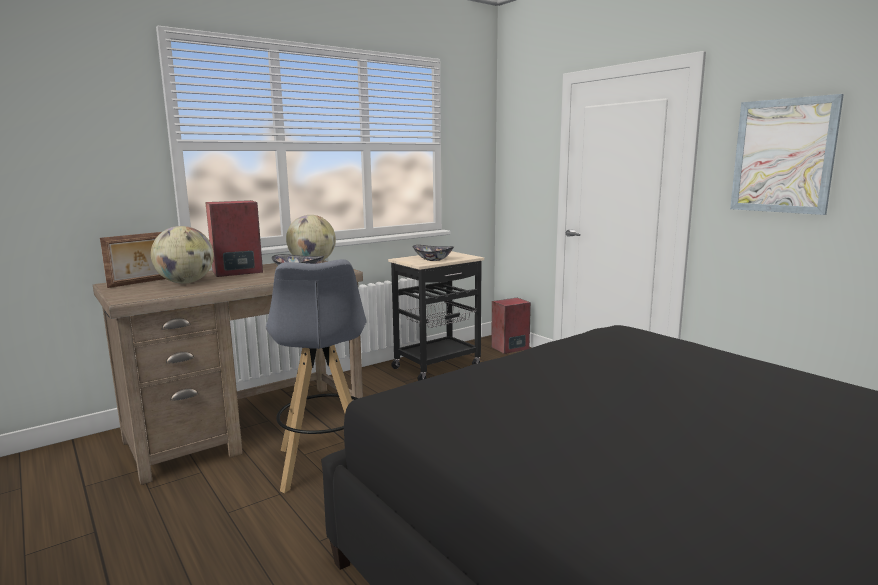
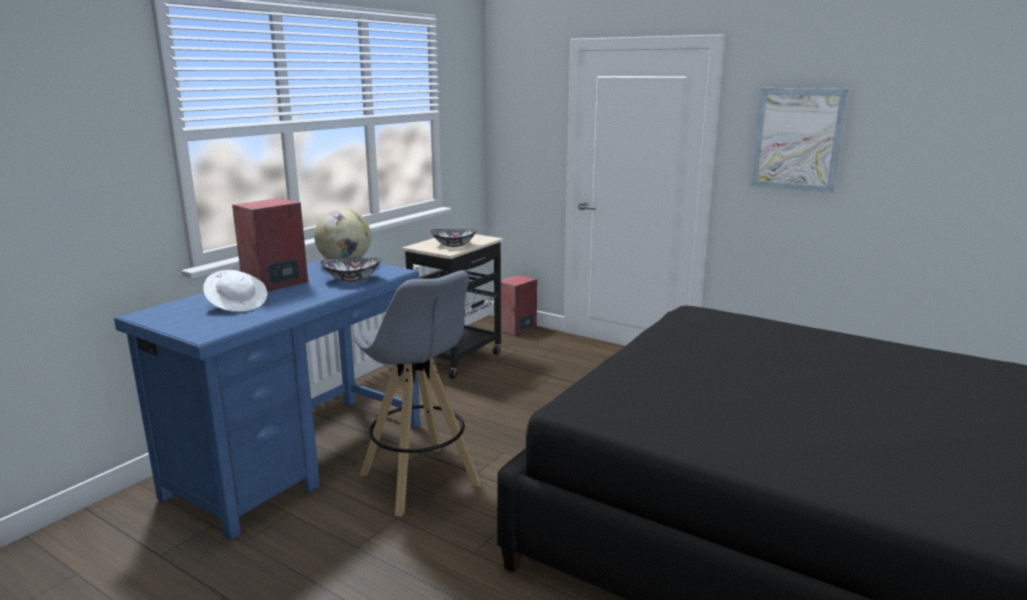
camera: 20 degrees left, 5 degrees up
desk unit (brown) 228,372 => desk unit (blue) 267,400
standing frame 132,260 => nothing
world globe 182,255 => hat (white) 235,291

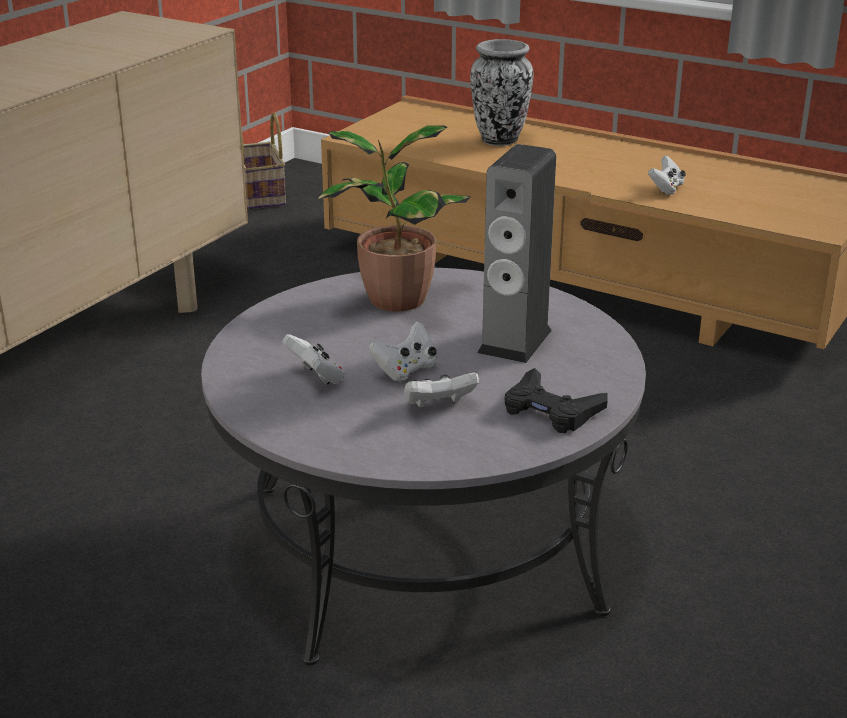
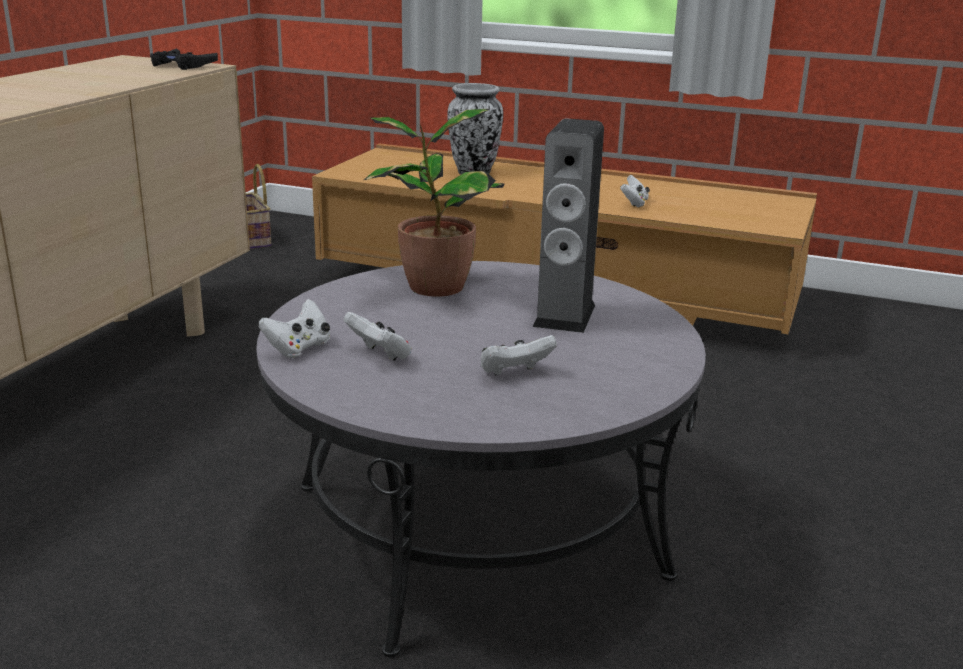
camera: 10 degrees left, 5 degrees down
joypad (white) 403,351 => joypad (white) 294,328, relocated
joypad (black) 556,400 => joypad (black) 184,59, relocated

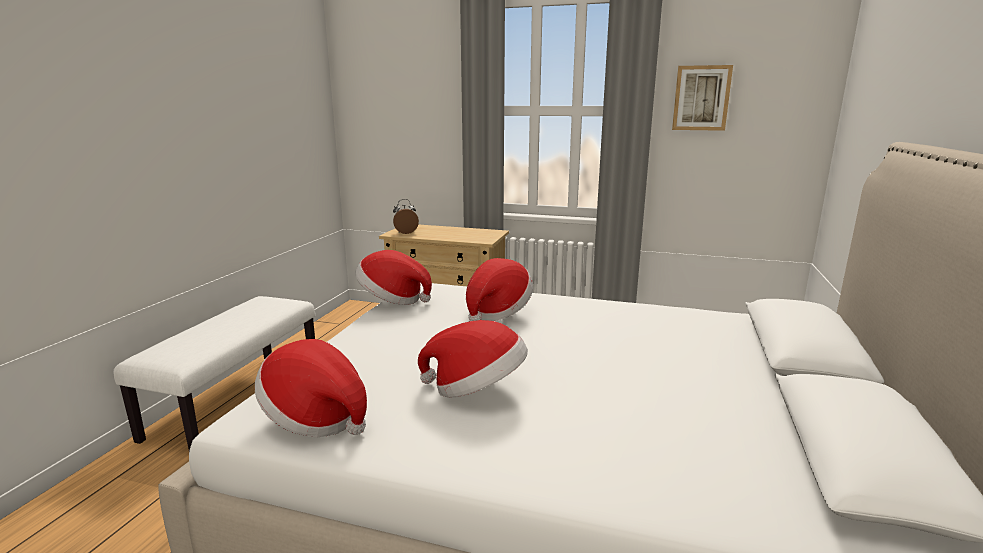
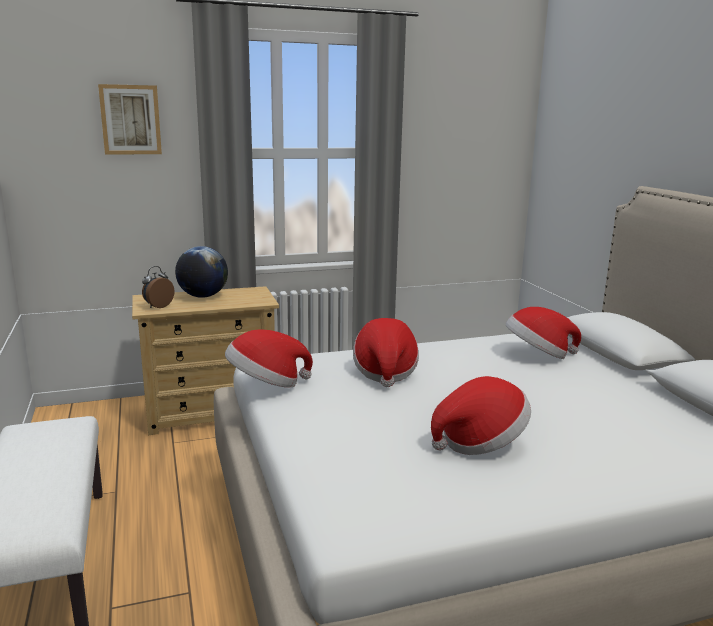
camera: 35 degrees left, 0 degrees up
hat 311,388 => hat 543,333, relocated
picture 702,98 => picture 130,119, relocated
nothing => world globe 201,272

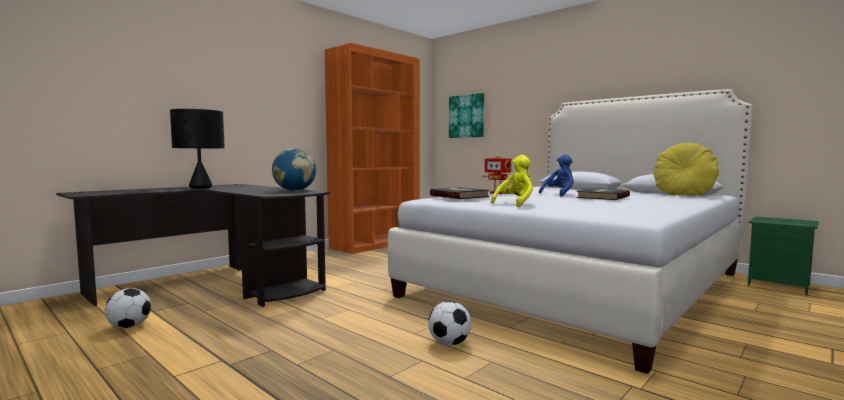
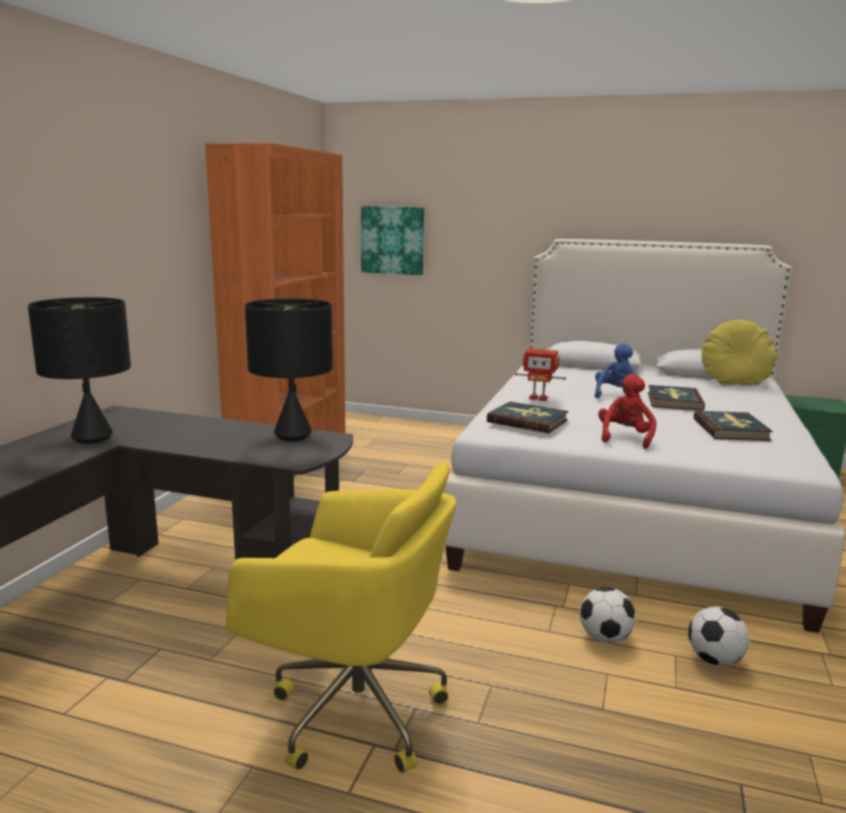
camera: 25 degrees left, 10 degrees up
football 128,308 => football 718,636, relocated
world globe 294,169 => lamp for a table (black) 289,370
soft toy (yellow-coloured) 512,181 => soft toy (red) 627,411
nothing => desk chair (yellow-coloured) 341,617
nothing => volume 733,426

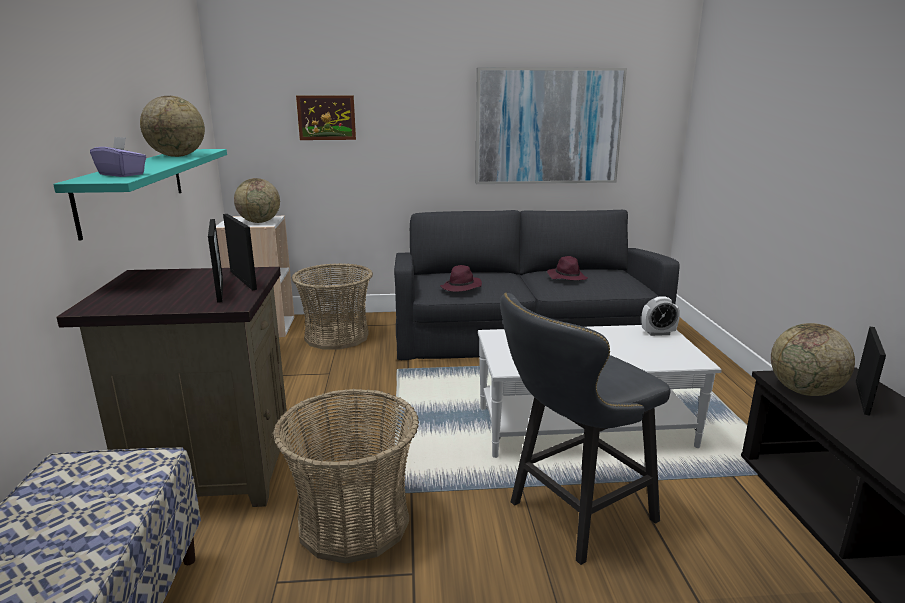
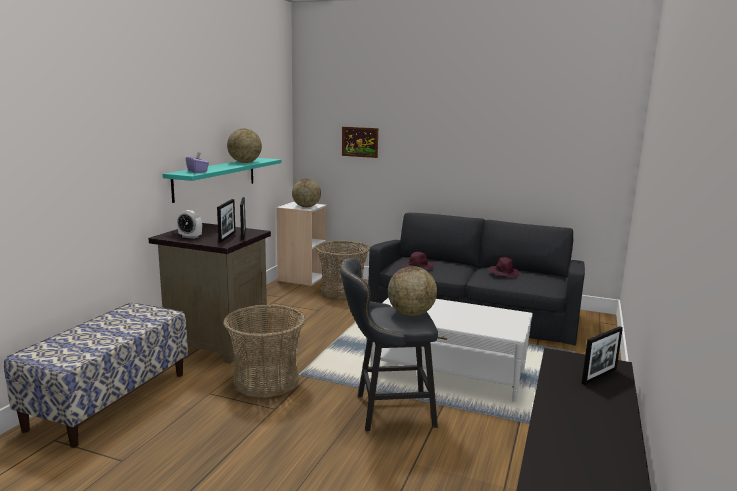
camera: 25 degrees right, 5 degrees down
picture 551,126 => nothing
alarm clock 661,316 => alarm clock 189,224, relocated
world globe 813,359 => world globe 412,291, relocated

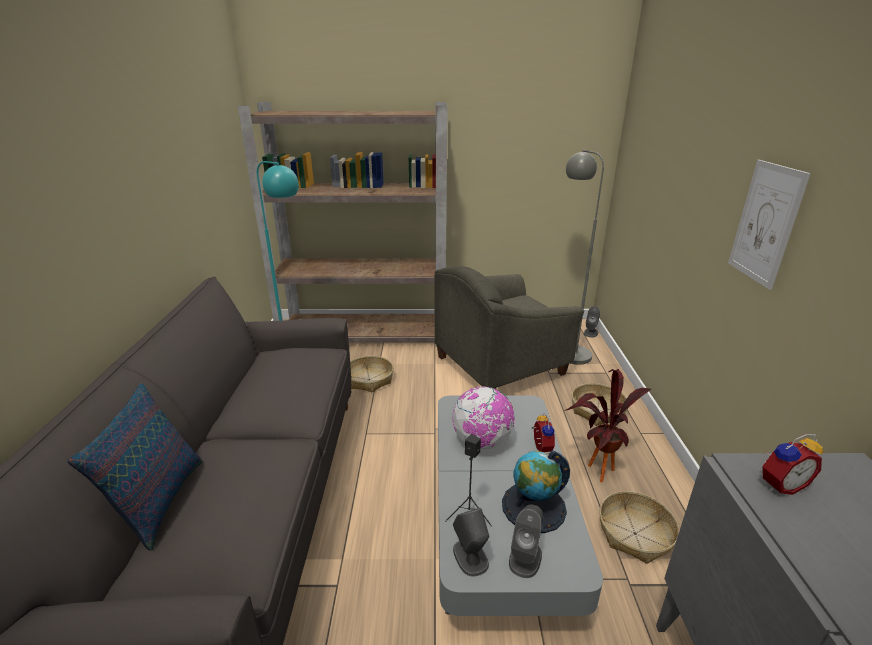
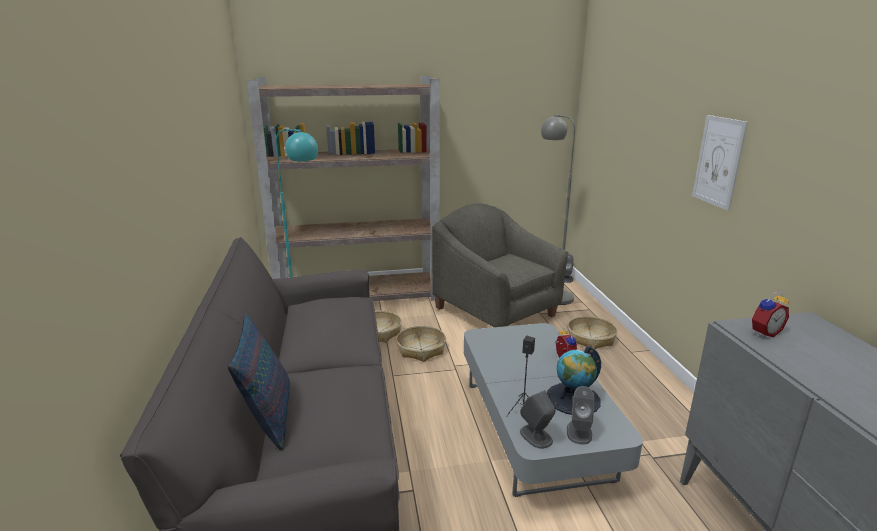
camera: 10 degrees left, 5 degrees down
easy chair (gray) 509,327 => easy chair (gray) 500,265, 90 degrees clockwise
world globe 483,417 => nothing
plant in a pot 609,425 => nothing
basket 639,527 => basket 421,344, relocated

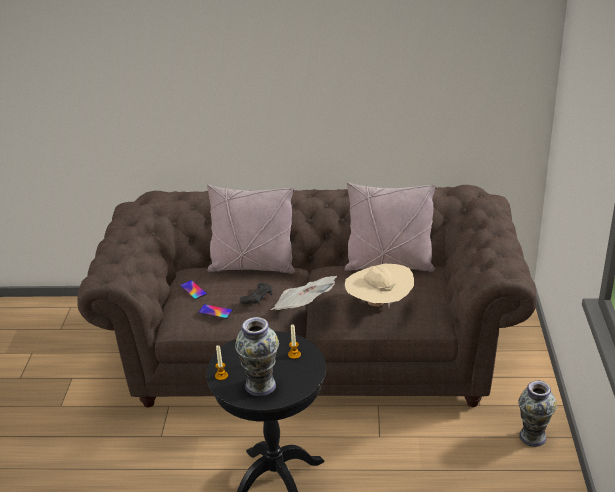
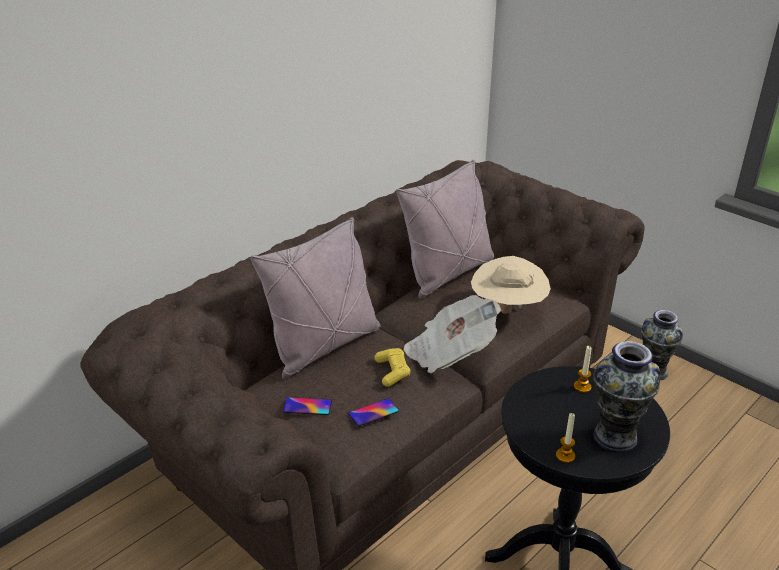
camera: 50 degrees left, 0 degrees up
joypad (black) 256,294 => joypad (yellow-coloured) 392,367

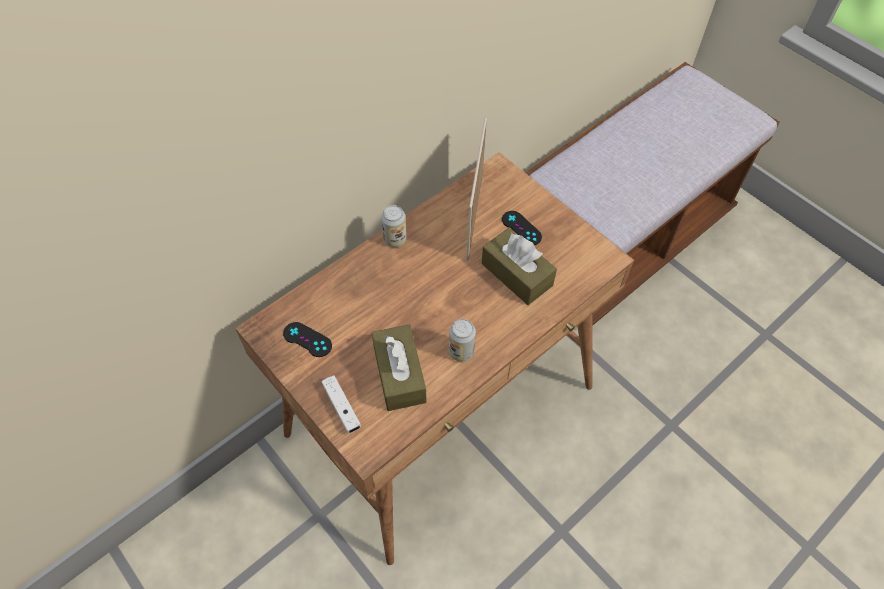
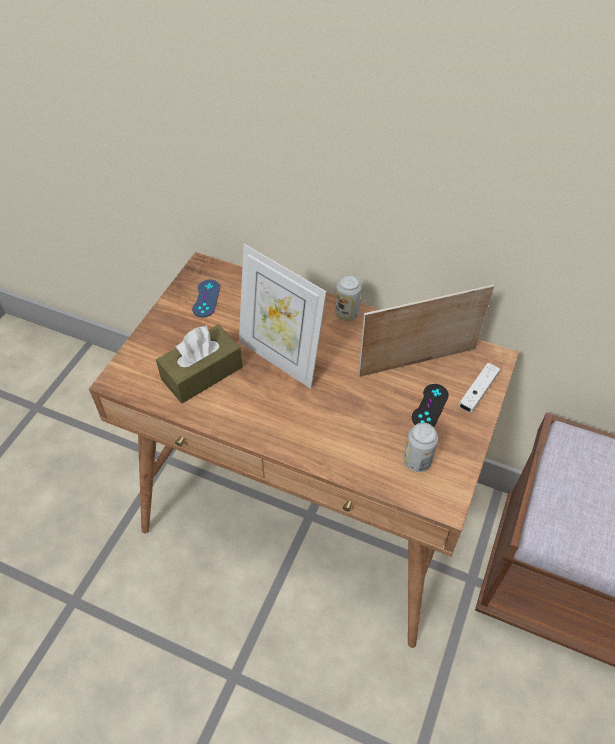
camera: 65 degrees right, 5 degrees down
joypad (black) 307,339 => joypad (blue) 206,298
joypad (white) 341,404 => joypad (white) 479,388, relocated
metal can 462,340 => metal can 421,447, relocated
box of tissues (brown) 519,266 => nothing
nothing => standing frame 283,316

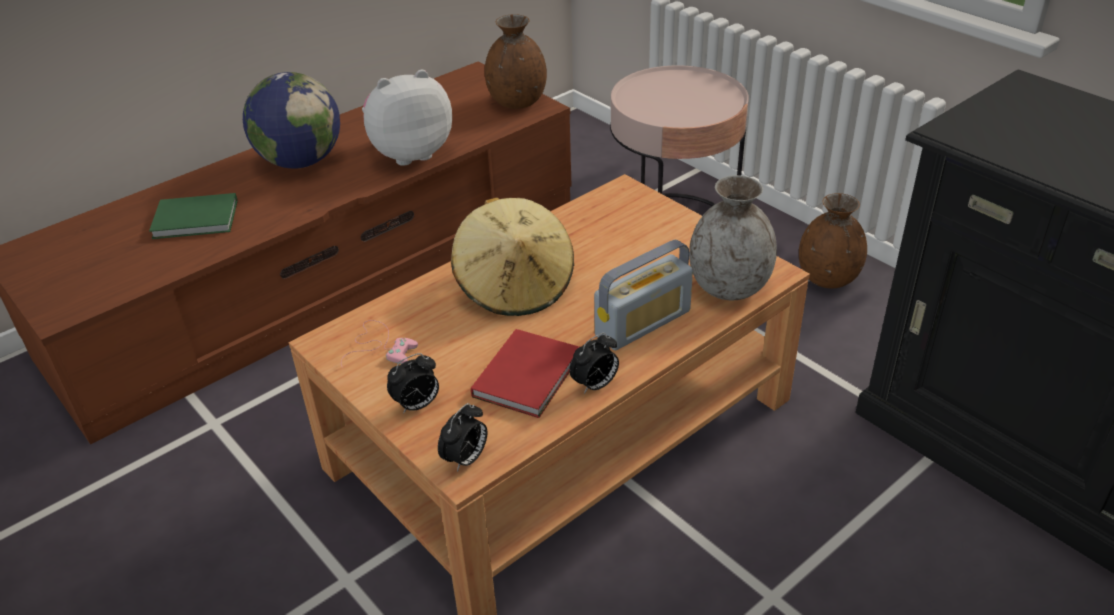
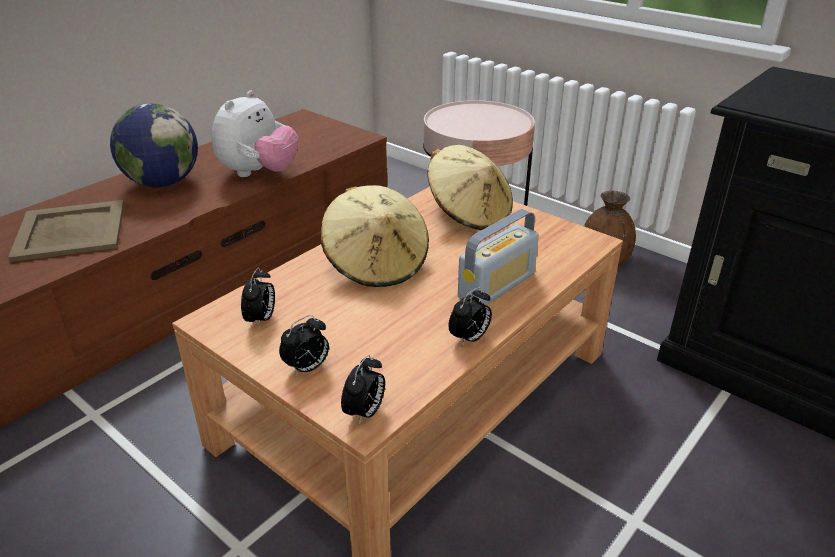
camera: 10 degrees left, 5 degrees down
volume (green-coloured) 193,216 => carrying tray (sand-coloured) 66,231
joypad (pink) 379,344 => alarm clock 258,298
soft toy 407,118 => soft toy 255,133, 150 degrees clockwise
volume (red) 525,373 => nothing
vase (brown) 516,61 => nothing
vase (gray) 733,238 => nothing
nothing => hat (sand-coloured) 470,187

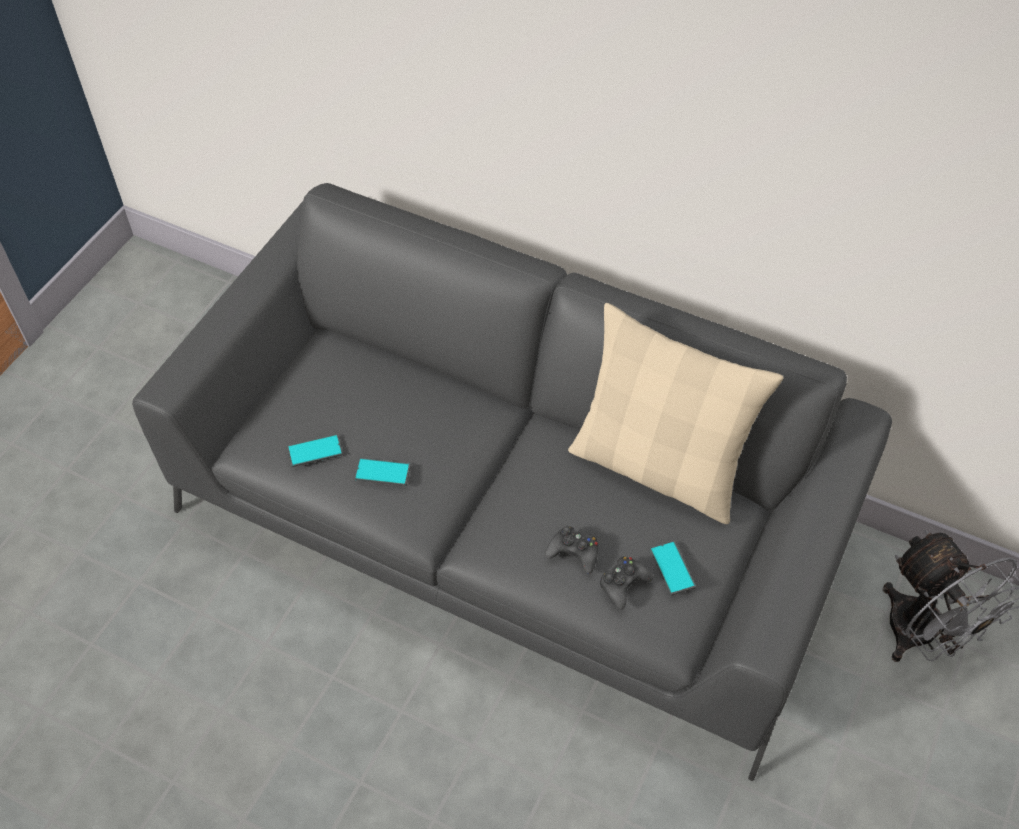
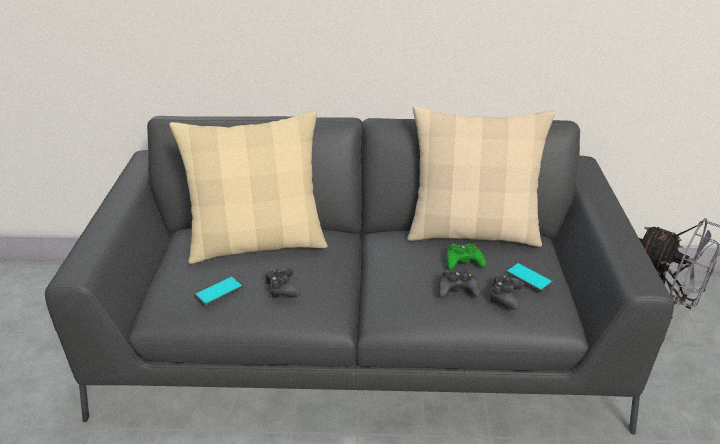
camera: 25 degrees left, 20 degrees down
telephone 383,472 => joypad (black) 282,283
nothing => throw pillow (sand-coloured) 248,187
nothing => joypad (green-coloured) 466,256

